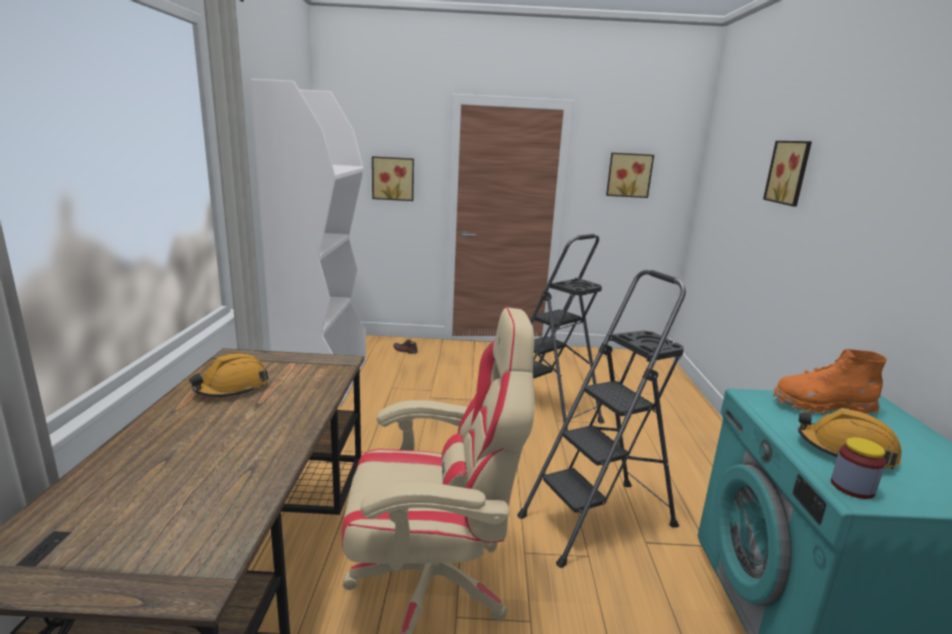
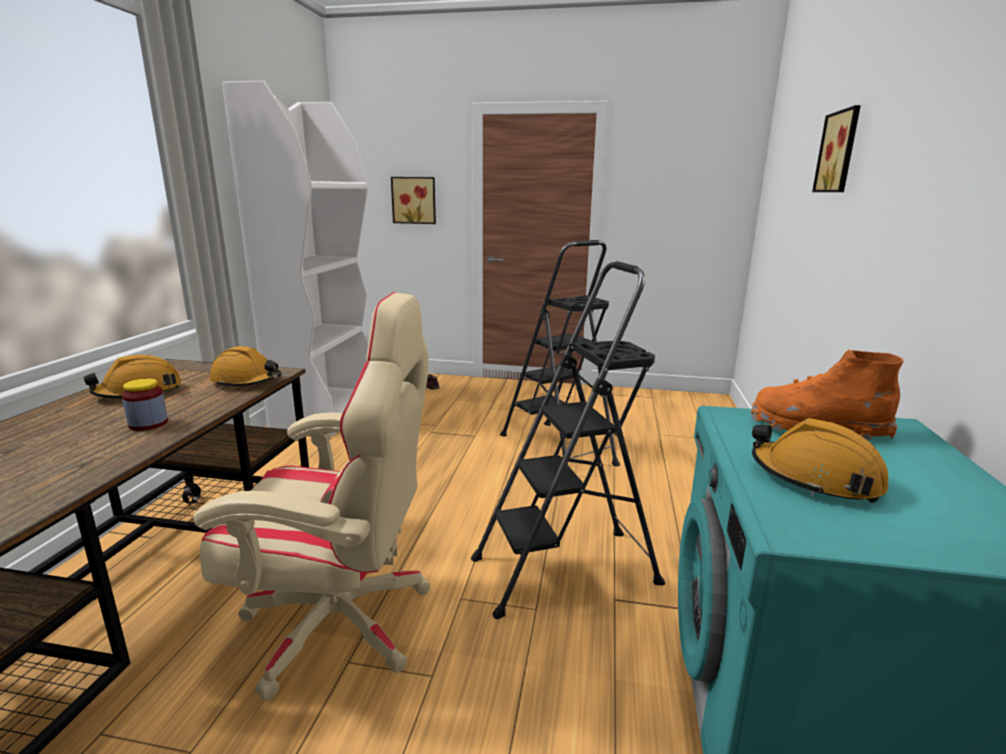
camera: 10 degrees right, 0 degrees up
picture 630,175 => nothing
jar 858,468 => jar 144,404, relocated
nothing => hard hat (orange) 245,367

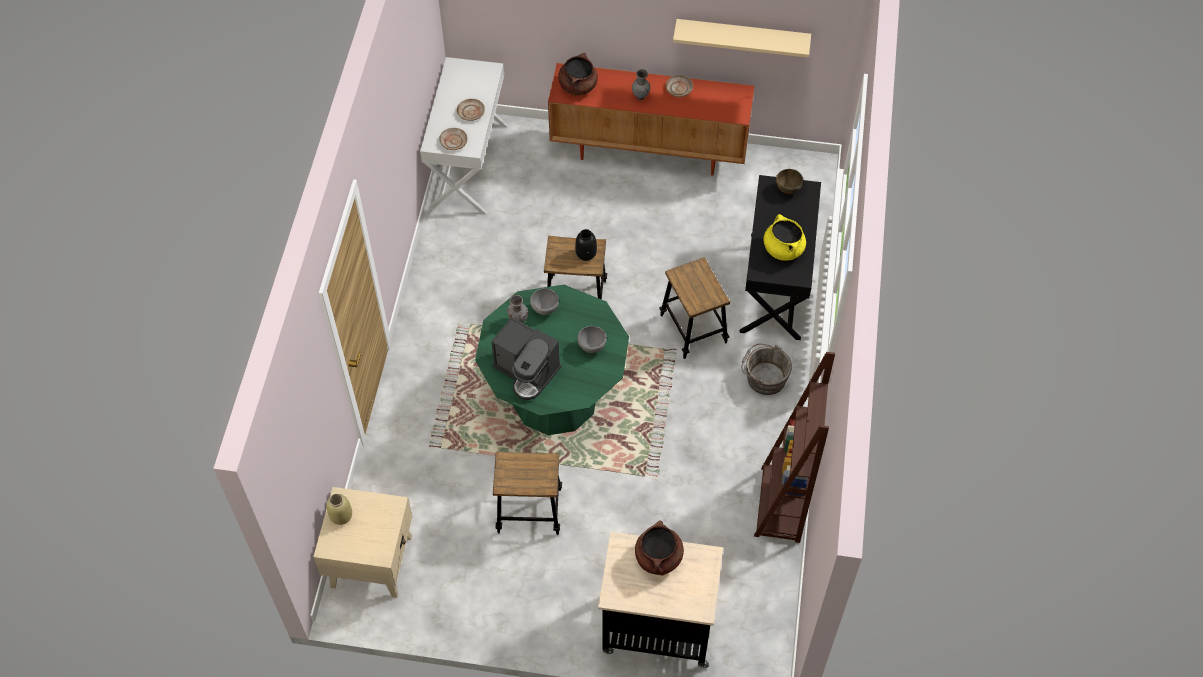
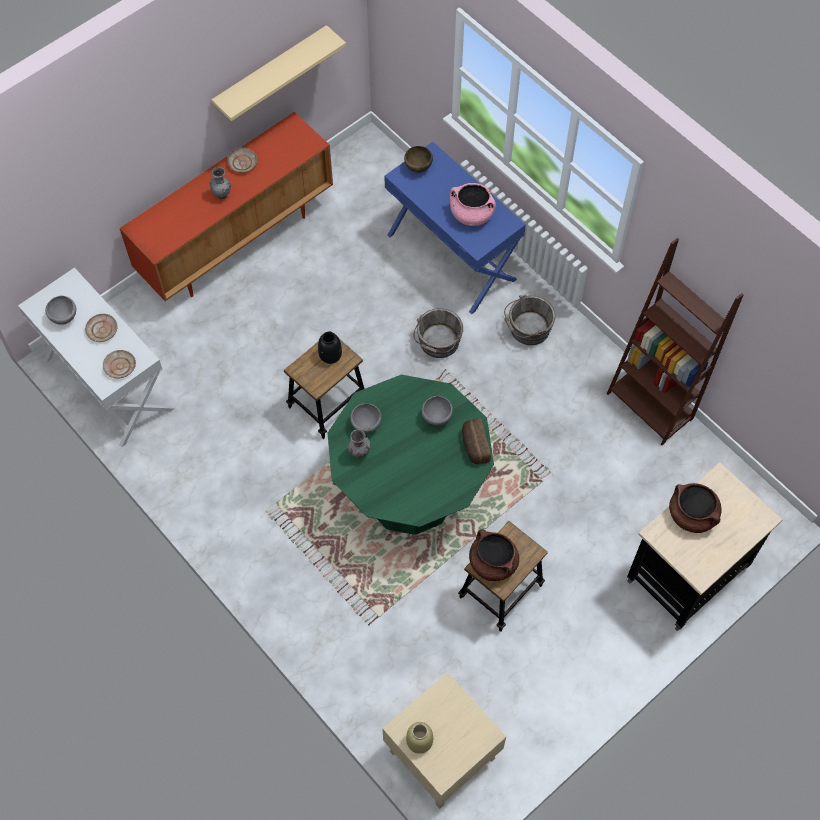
camera: 50 degrees left, 5 degrees up
coffee machine 526,358 => nothing
cooking pot (brown) 578,74 => cooking pot (brown) 494,555, relocated
stool 694,308 => water bucket (gray) 438,333
hall table (black) 780,257 => hall table (blue) 455,228
cooking pot (yellow-coloured) 784,237 => cooking pot (pink) 473,204
nothing => serving bowl (gray) 60,310
nothing => baked bread 476,441

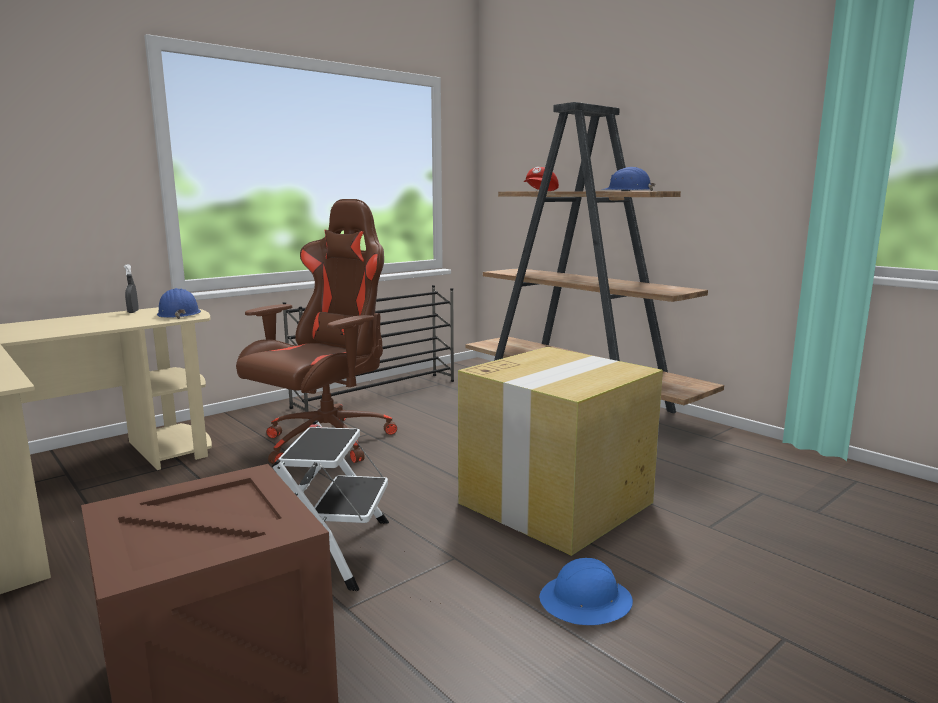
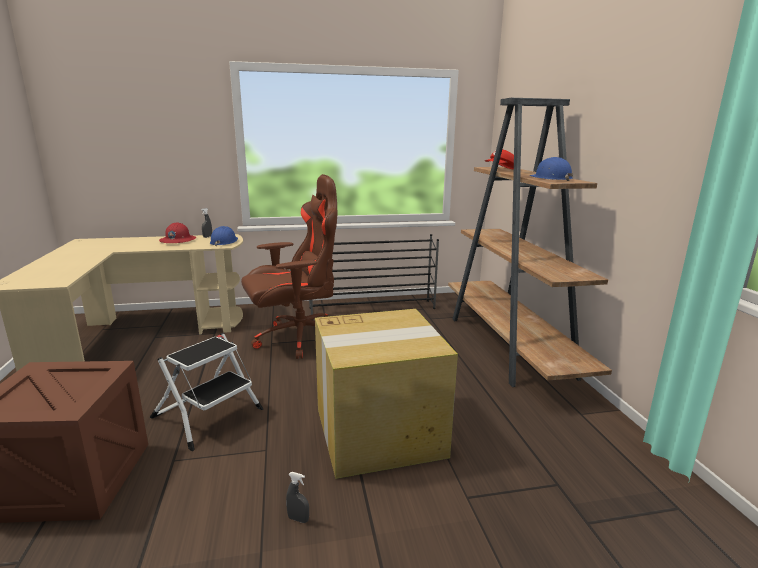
camera: 30 degrees right, 5 degrees up
hard hat (blue) 586,591 => sprayer (gray) 297,497
nothing => hard hat (red) 177,233

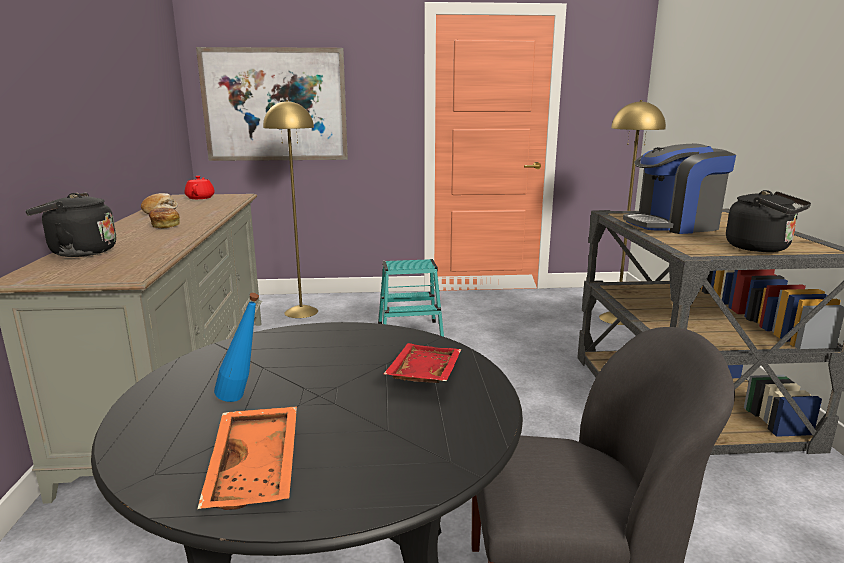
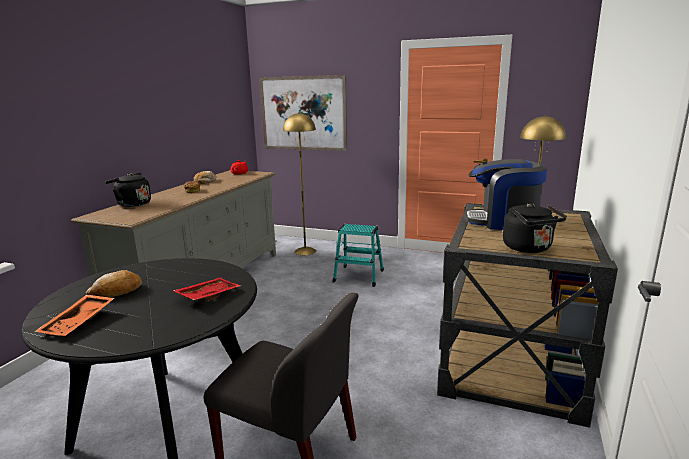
camera: 25 degrees right, 0 degrees up
drink bottle (blue) 236,347 => baked bread 113,284

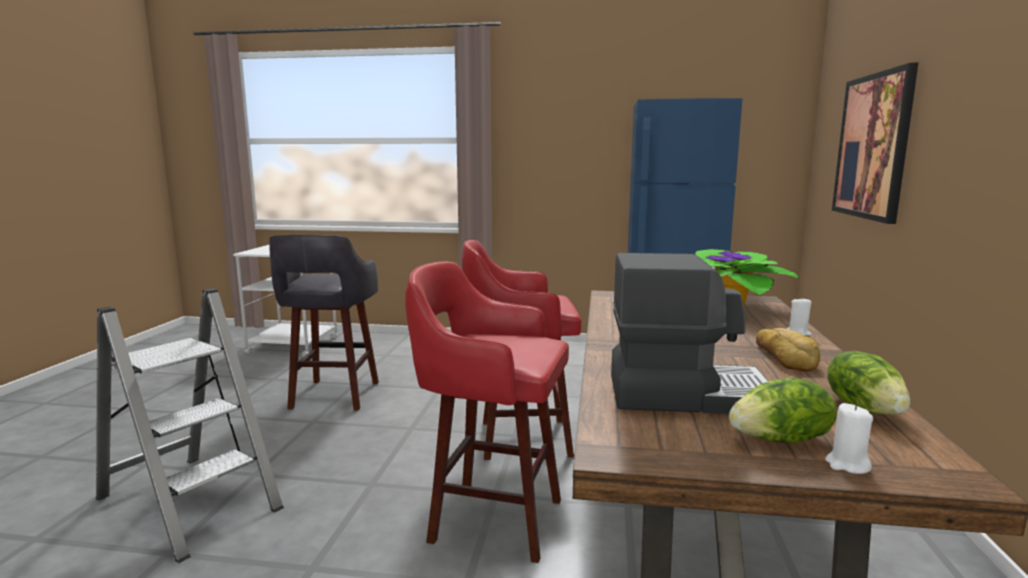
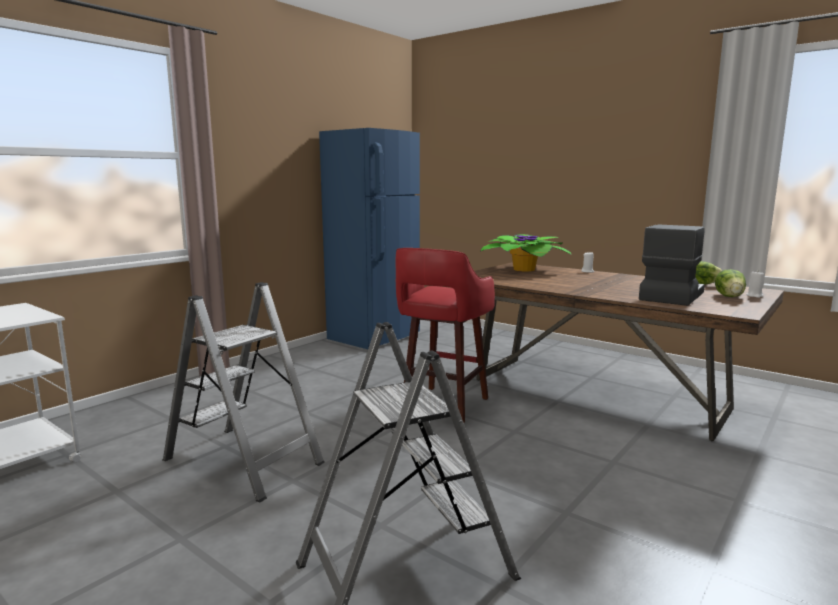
camera: 60 degrees left, 0 degrees up
stool (gray) 324,322 => stepladder (gray) 243,392
stool (red) 487,412 => nothing
baked bread 788,350 => nothing
picture 875,143 => nothing

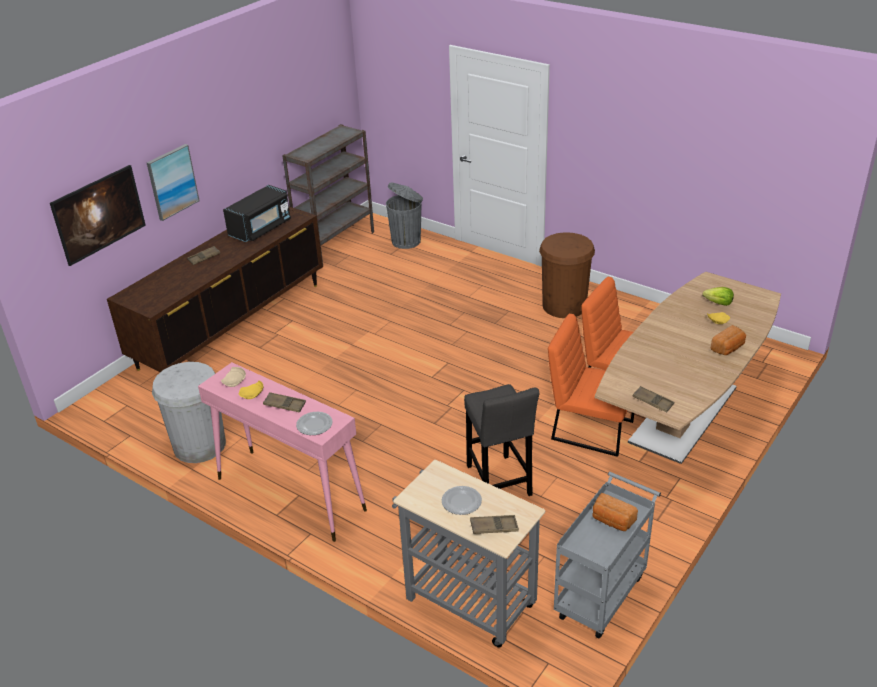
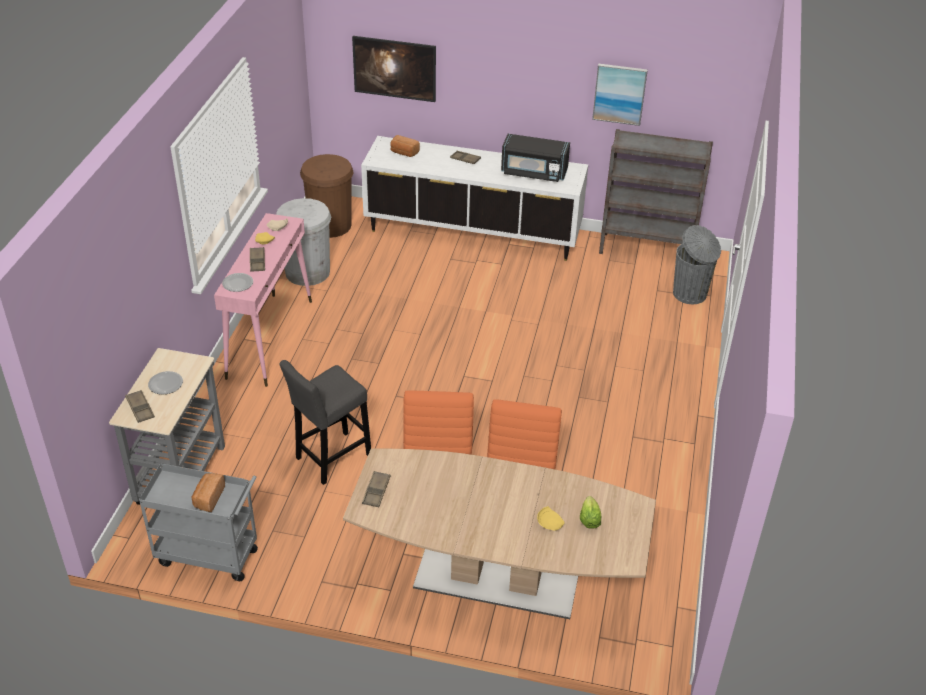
camera: 65 degrees right, 5 degrees up
storage cabinet (brown) 215,289 => storage cabinet (white) 474,198
picture 173,182 => picture 620,95, relocated
waste bin (brown) 567,275 => waste bin (brown) 327,196, relocated
baked bread 728,340 => baked bread 405,146, relocated

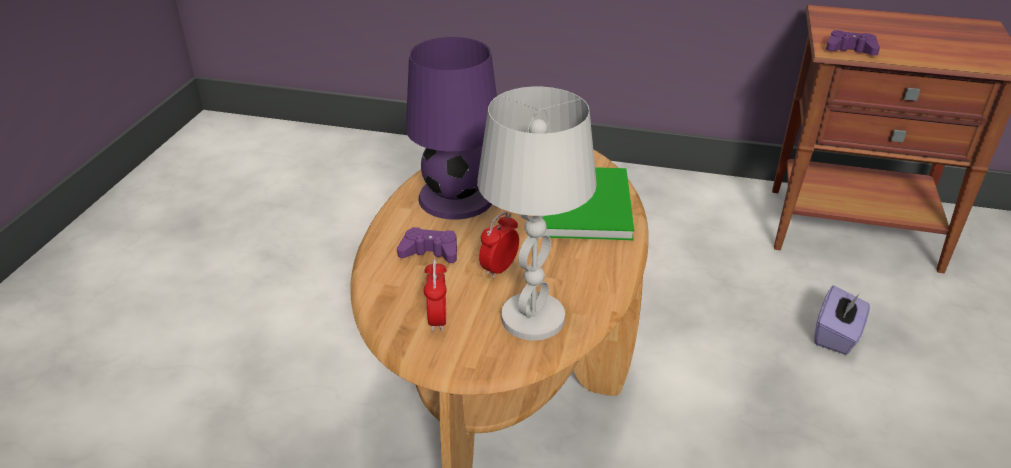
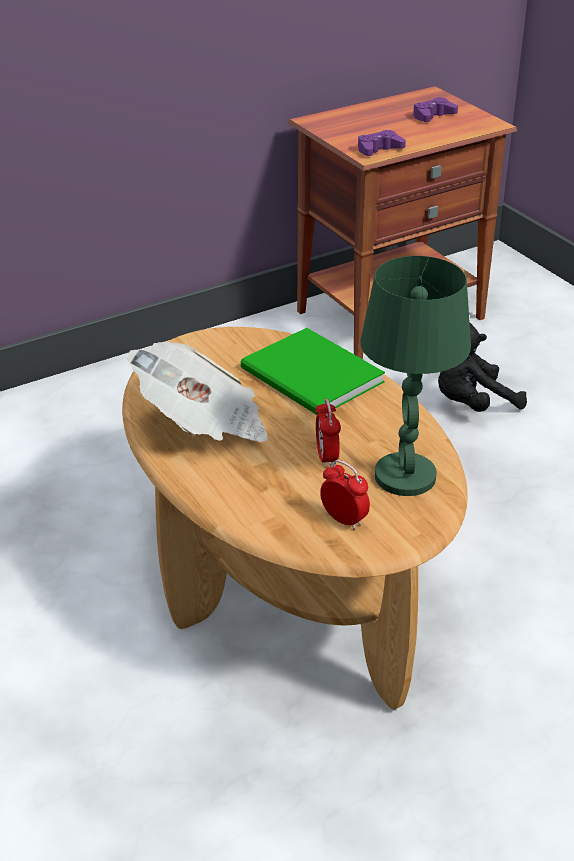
camera: 45 degrees left, 0 degrees up
joypad (purple) 427,245 => joypad (purple) 435,109, relocated
lamp for a table (purple) 451,128 => daily paper 197,392
lamp for a table (white) 537,214 => lamp for a table (green-coloured) 415,376
box of tissues (purple) 842,320 => soft toy (black) 482,367

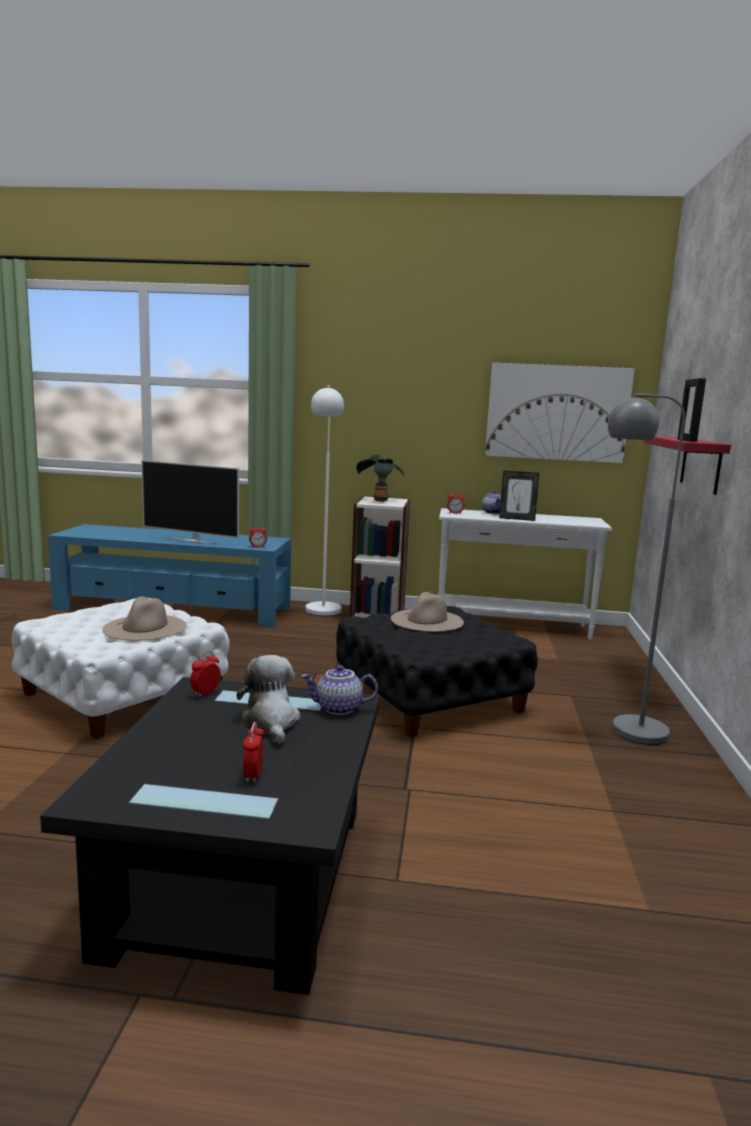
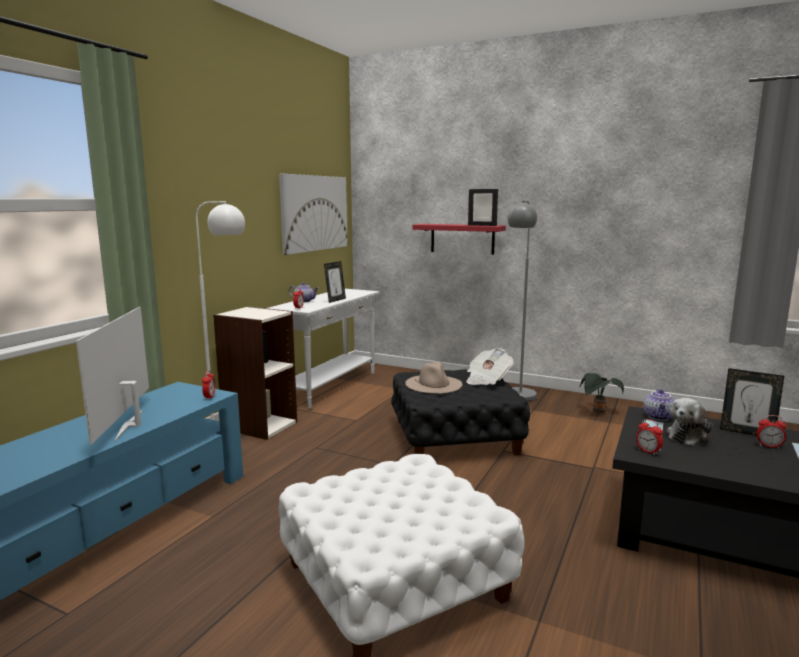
camera: 70 degrees left, 0 degrees up
hat (sand-coloured) 144,618 => nothing
TV set 190,502 => TV set 112,376, 135 degrees clockwise
soft toy 268,699 => soft toy 690,422, 45 degrees counterclockwise
plant in a pot 380,478 => plant in a pot 602,393, relocated
nothing => daily paper 490,366
nothing => standing frame 752,402

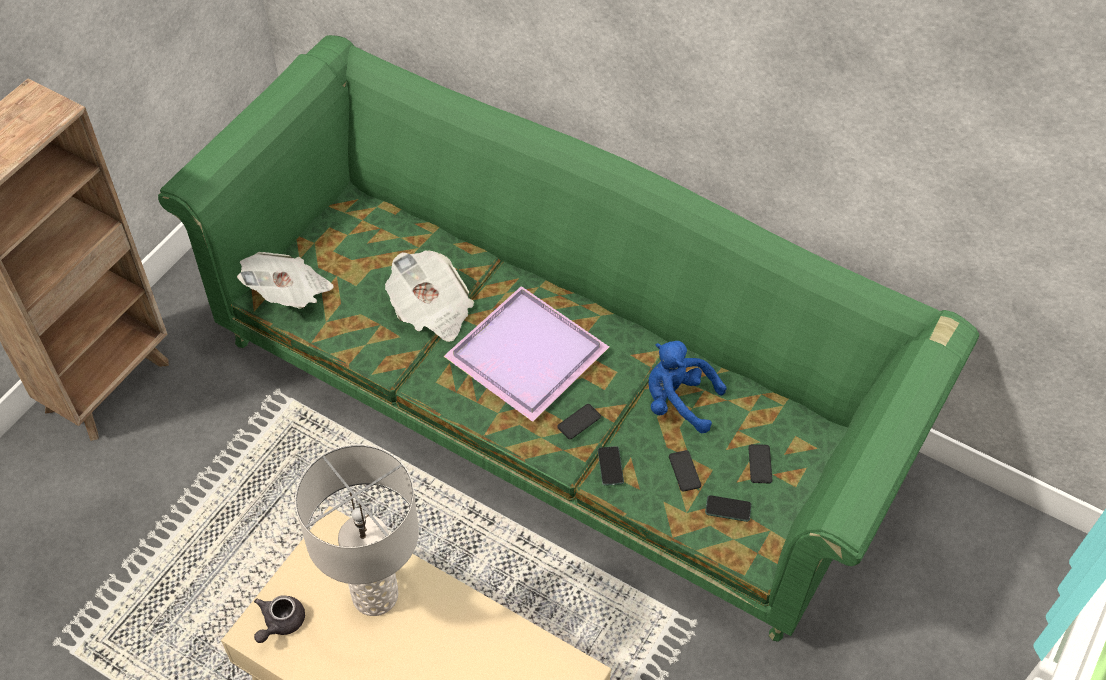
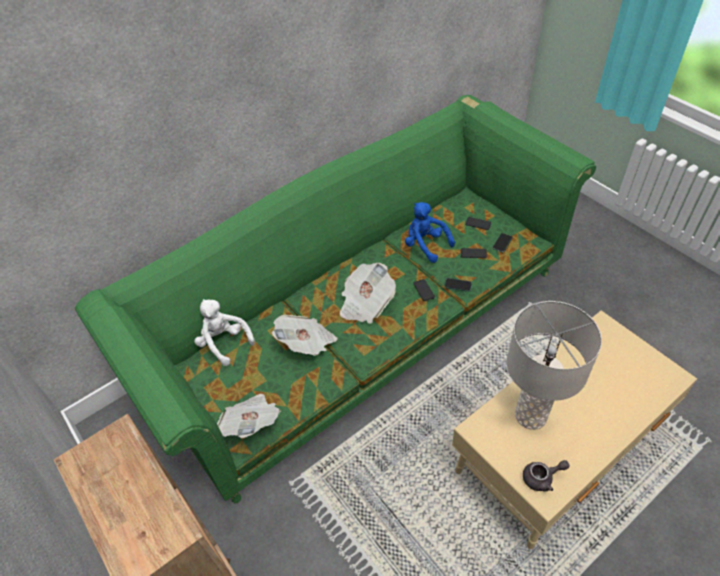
camera: 65 degrees left, 5 degrees down
teapot (gray) 279,619 => teapot (gray) 546,476, 60 degrees counterclockwise
carrying tray (purple) 526,354 => daily paper 368,293
soft toy (blue) 688,387 => soft toy (blue) 430,232, 90 degrees clockwise
nothing => soft toy (white) 224,332

